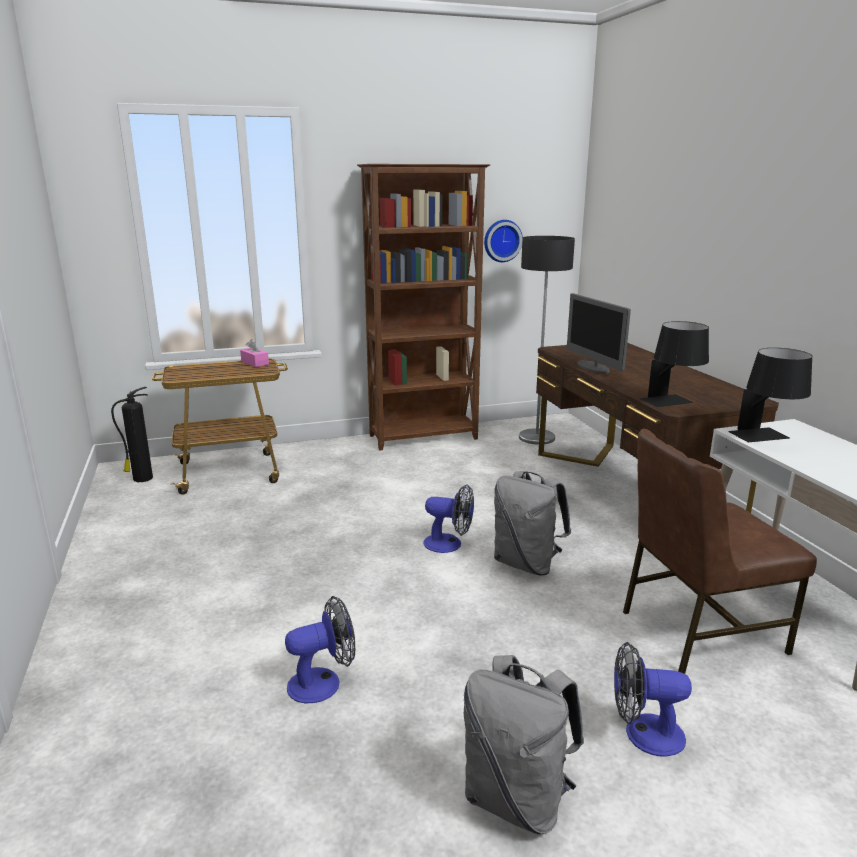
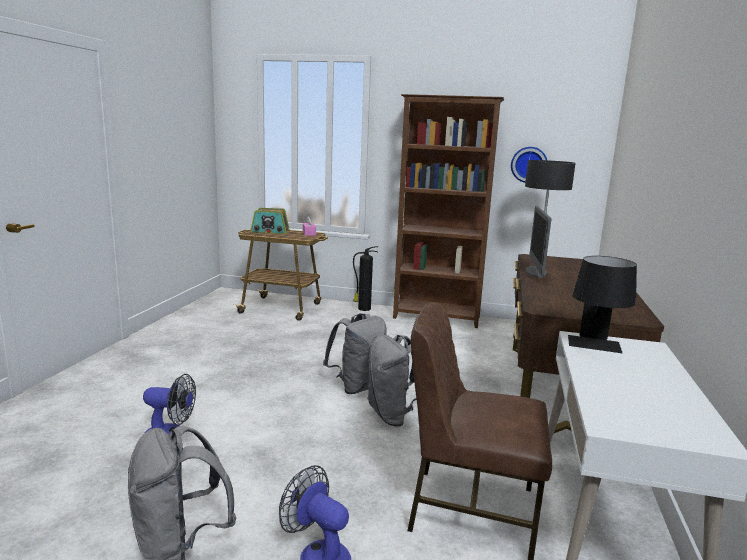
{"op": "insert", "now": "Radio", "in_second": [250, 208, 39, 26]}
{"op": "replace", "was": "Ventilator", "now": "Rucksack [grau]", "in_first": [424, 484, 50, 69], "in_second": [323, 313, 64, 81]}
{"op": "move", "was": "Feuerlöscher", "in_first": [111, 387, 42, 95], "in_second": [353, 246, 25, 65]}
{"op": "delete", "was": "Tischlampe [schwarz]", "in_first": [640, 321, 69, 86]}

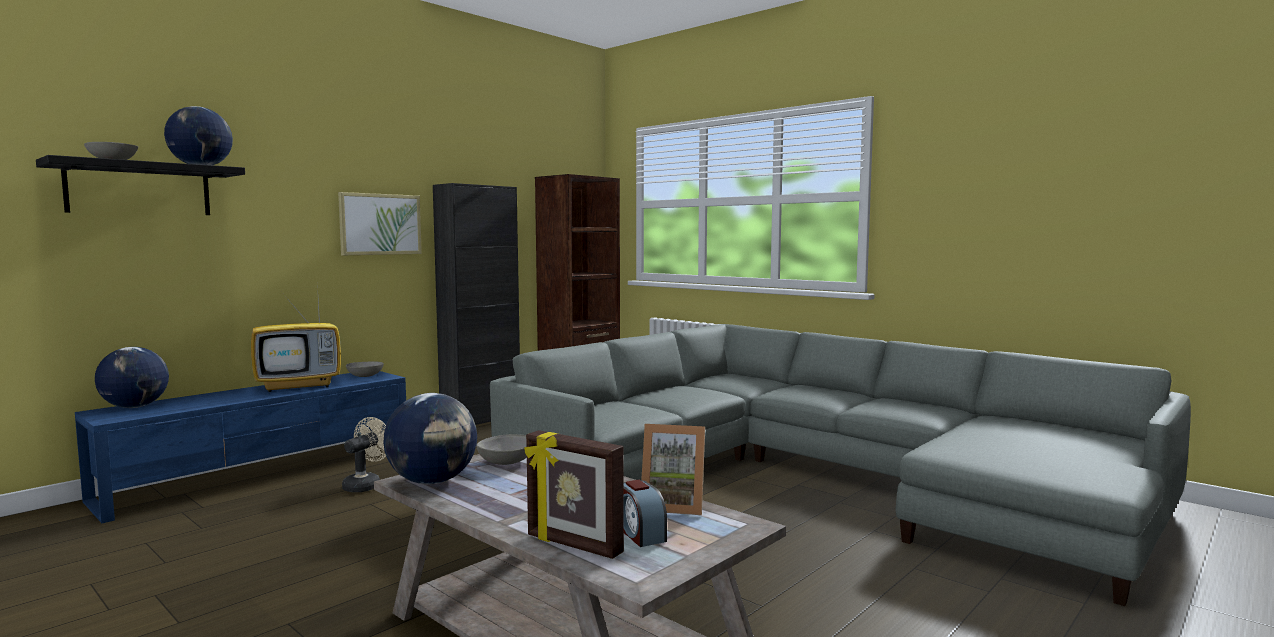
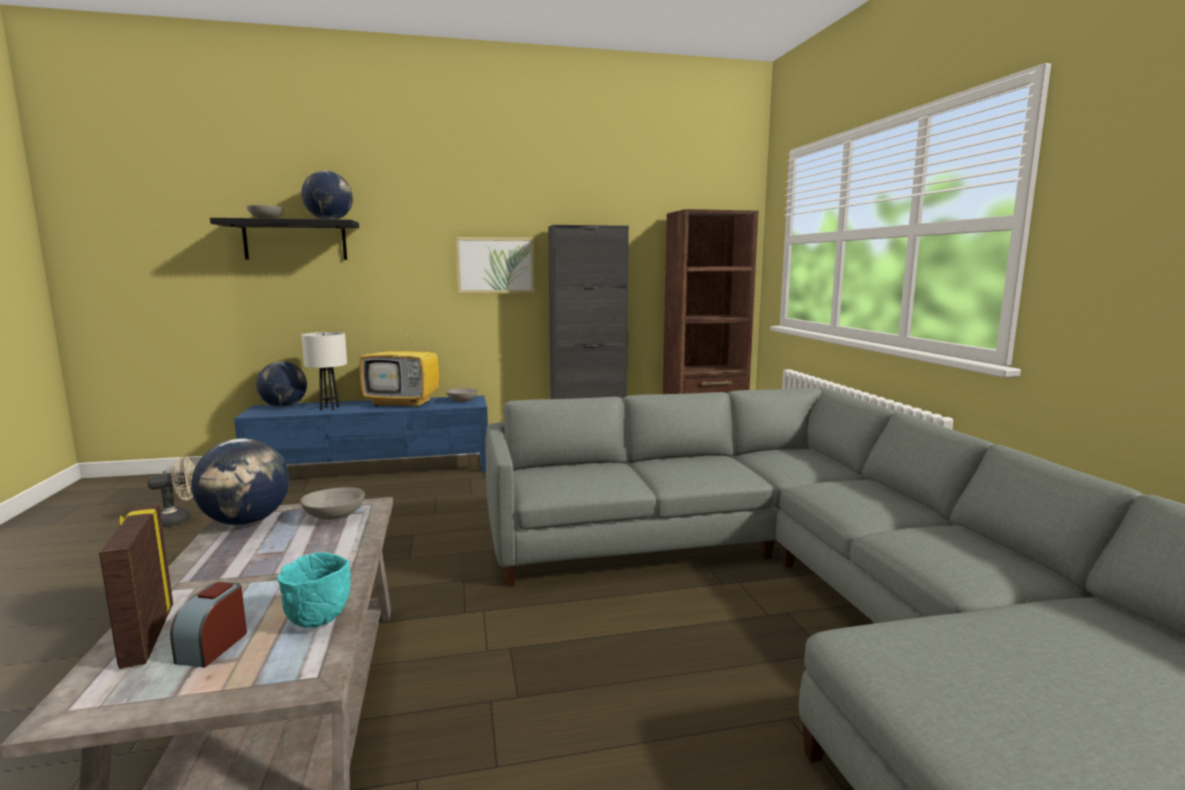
{"op": "move", "was": "Ventilator [beige]", "in_first": [342, 417, 44, 75], "in_second": [148, 457, 47, 71]}
{"op": "replace", "was": "Bilderrahmen", "now": "Schüssel [türkis]", "in_first": [641, 424, 64, 91], "in_second": [277, 552, 74, 75]}
{"op": "insert", "now": "Tischlampe [weiß]", "in_second": [301, 332, 46, 78]}

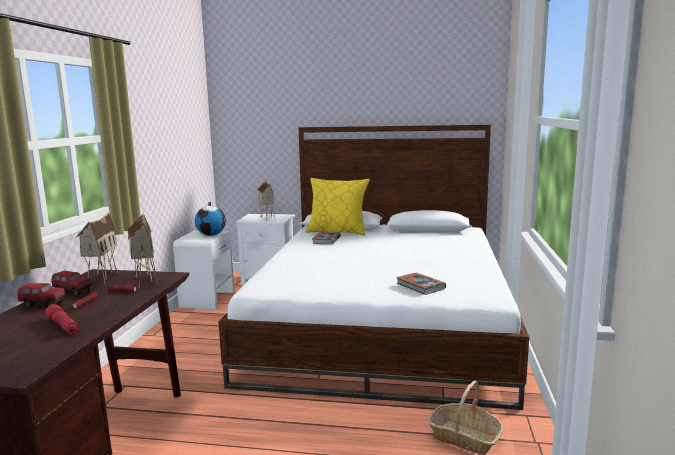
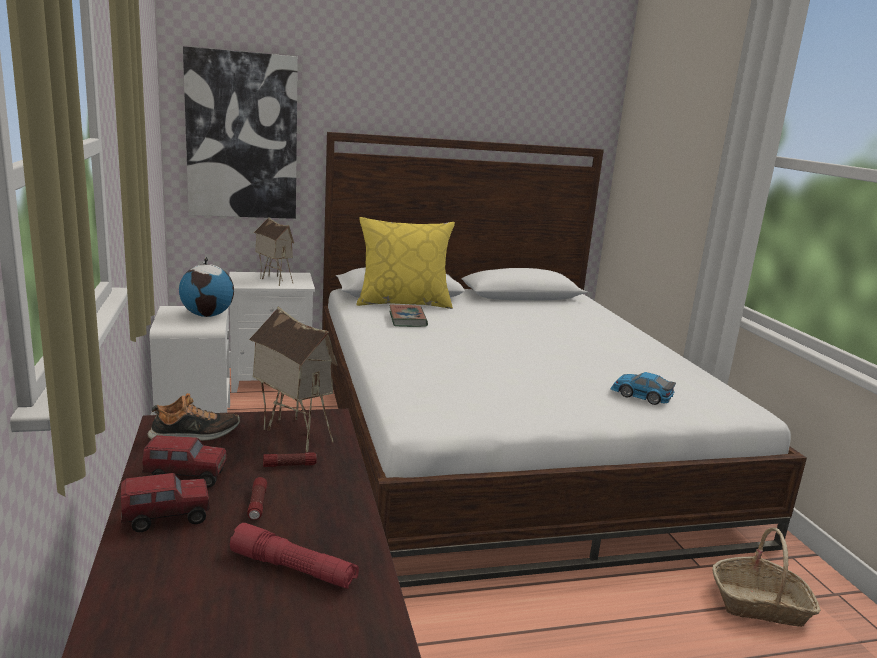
{"op": "replace", "was": "Spielzeughaus", "now": "Schuh", "in_first": [76, 212, 42, 72], "in_second": [148, 393, 92, 48]}
{"op": "insert", "now": "Bild", "in_second": [183, 46, 115, 173]}
{"op": "replace", "was": "Buch", "now": "Spielzeugauto", "in_first": [396, 273, 50, 22], "in_second": [611, 372, 65, 33]}

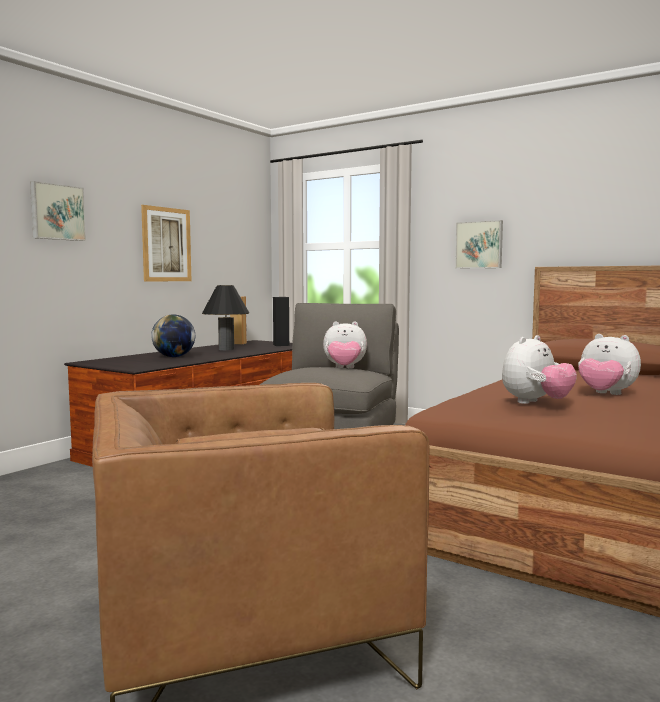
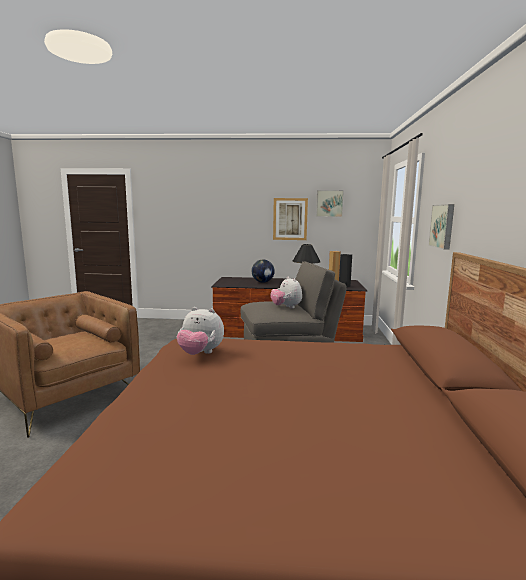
{"op": "move", "was": "Bild", "in_first": [30, 181, 56, 60], "in_second": [316, 190, 28, 27]}
{"op": "delete", "was": "Plüschtier", "in_first": [578, 334, 63, 61]}

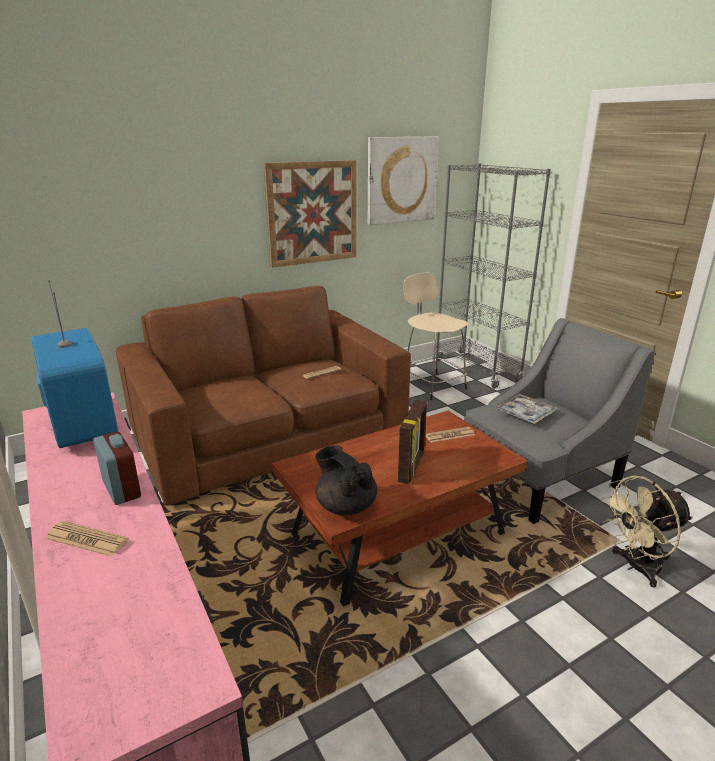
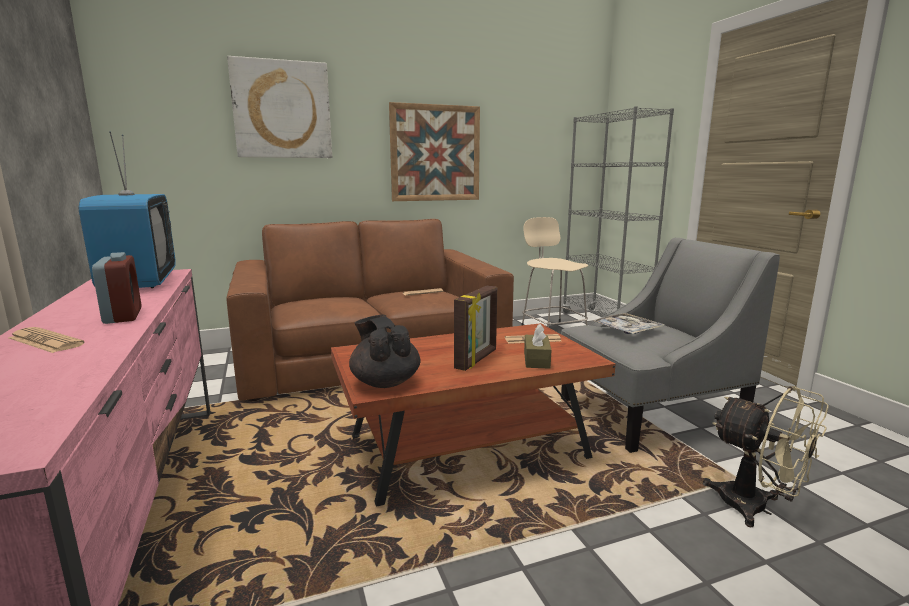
{"op": "move", "was": "Bild", "in_first": [368, 137, 71, 88], "in_second": [227, 56, 105, 102]}
{"op": "insert", "now": "Taschentuchbox [braun]", "in_second": [524, 324, 27, 45]}
{"op": "rotate", "was": "Ventilator [beige]", "in_first": [600, 475, 93, 113], "in_second": [703, 386, 126, 141], "clockwise": -120}

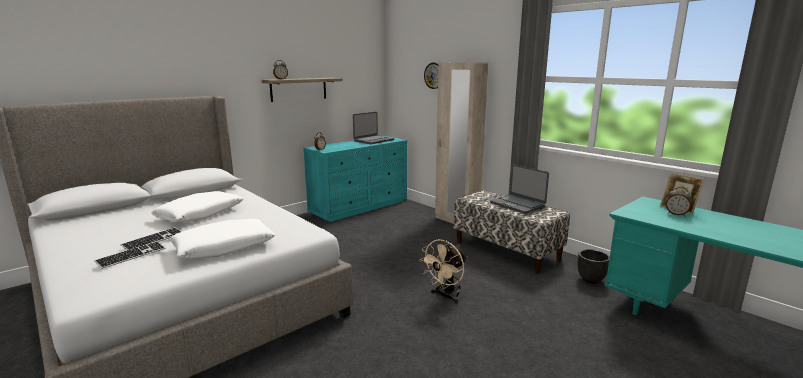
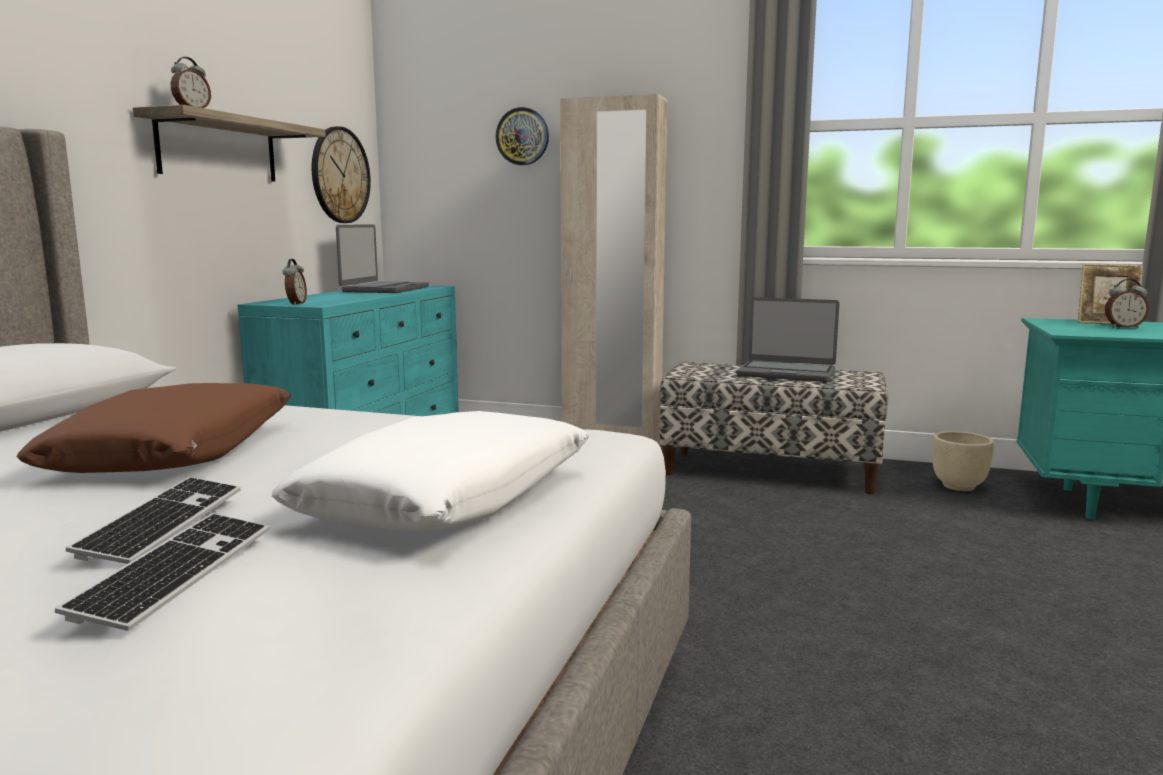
{"op": "recolor", "was": "Kissen [weiß]", "now": "Kissen [braun]", "in_first": [151, 191, 92, 31], "in_second": [16, 383, 275, 90]}
{"op": "insert", "now": "Wanduhr", "in_second": [312, 126, 59, 97]}
{"op": "recolor", "was": "Pflanzkübel [schwarz]", "now": "Pflanzkübel [beige]", "in_first": [577, 249, 33, 35], "in_second": [933, 431, 61, 60]}
{"op": "delete", "was": "Ventilator [beige]", "in_first": [419, 239, 48, 65]}

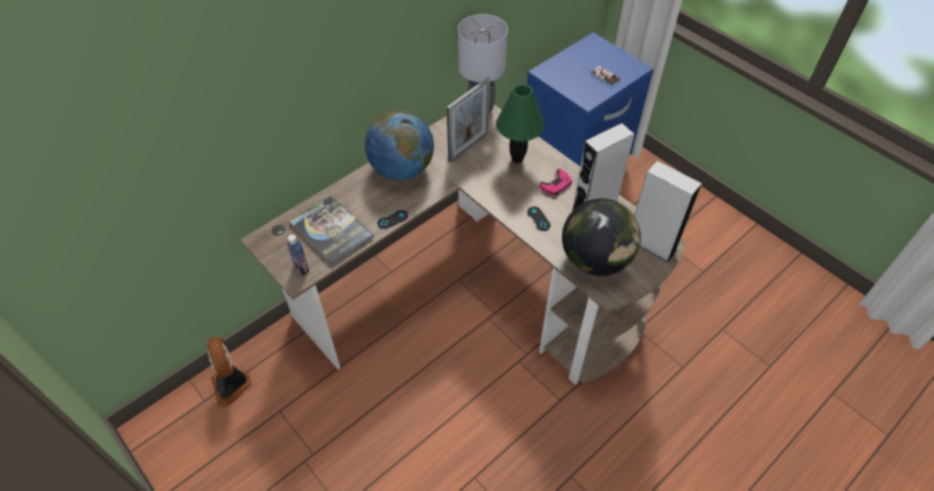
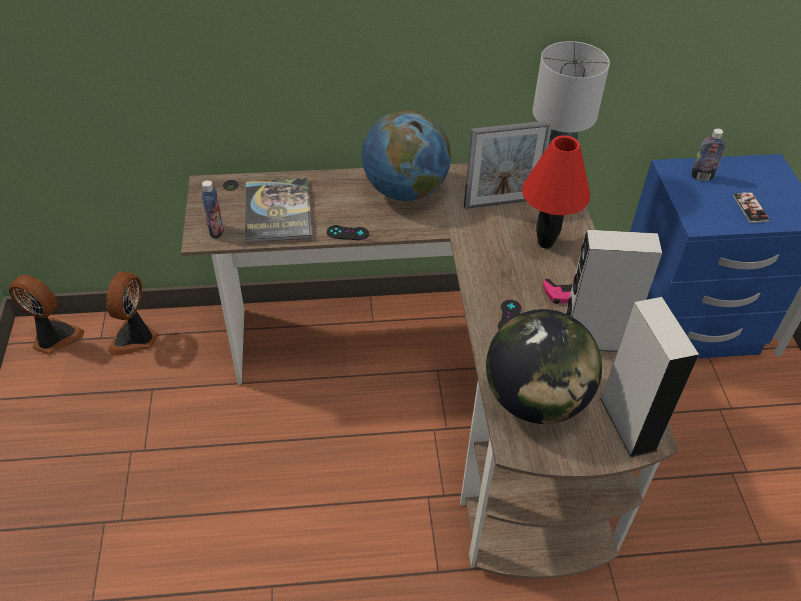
{"op": "insert", "now": "Ventilator", "in_second": [9, 275, 75, 80]}
{"op": "recolor", "was": "Tischlampe [grün]", "now": "Tischlampe [rot]", "in_first": [496, 84, 49, 79], "in_second": [522, 135, 68, 114]}
{"op": "insert", "now": "Flasche", "in_second": [691, 128, 34, 53]}

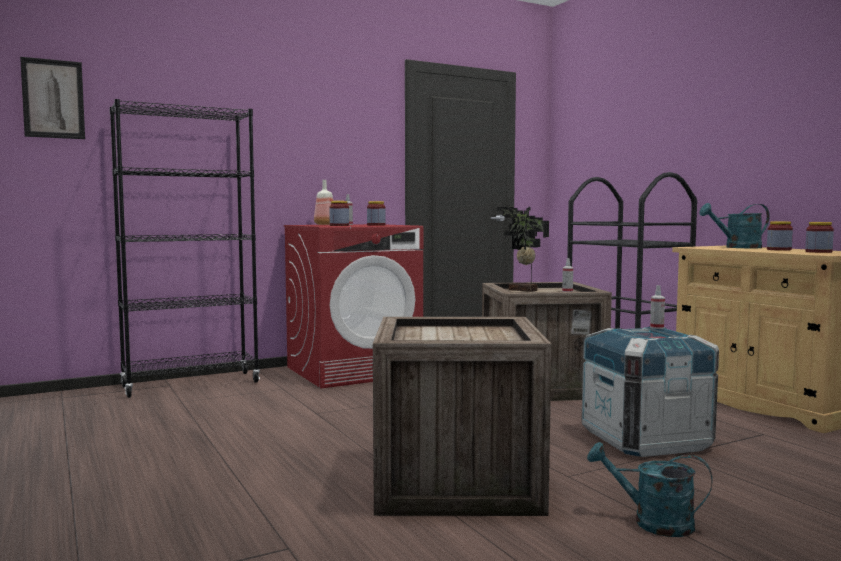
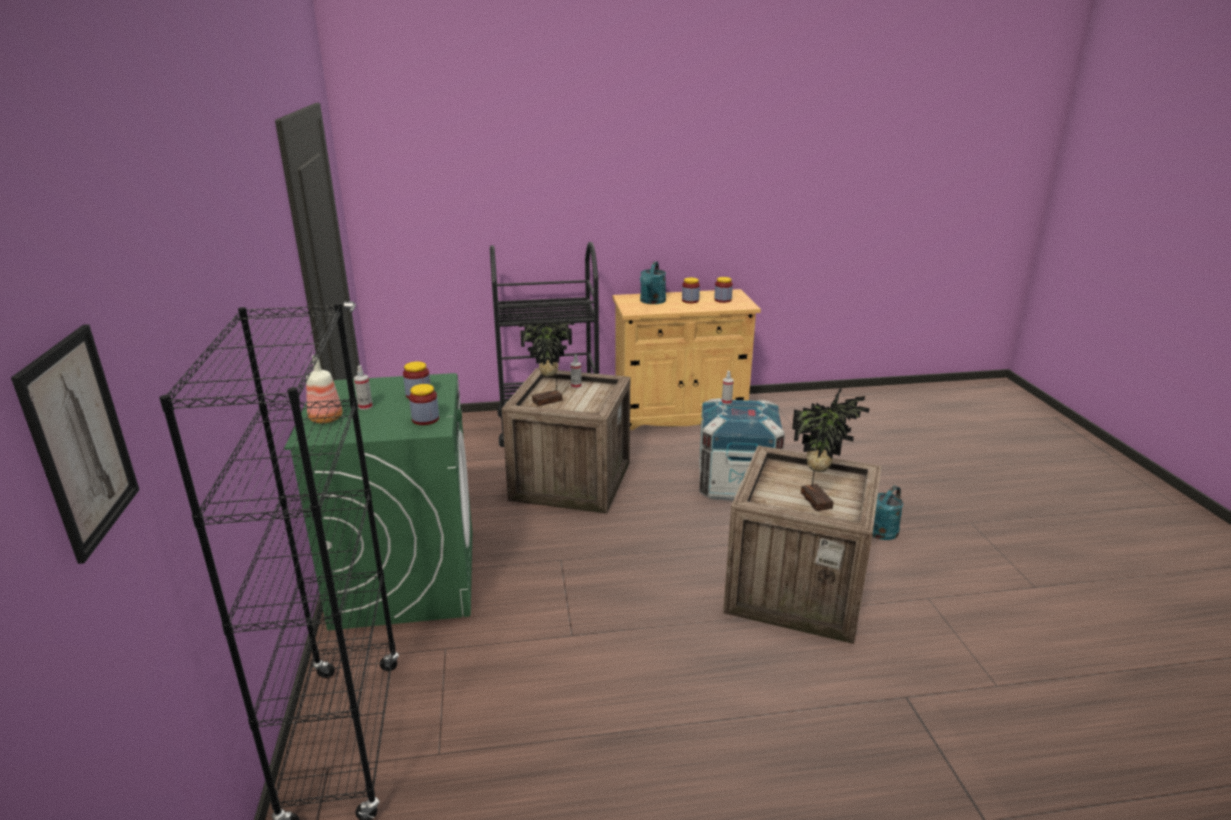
{"op": "recolor", "was": "Waschmaschine [rot]", "now": "Waschmaschine [grün]", "in_first": [284, 224, 139, 164], "in_second": [284, 373, 188, 258]}
{"op": "insert", "now": "Topfpflanze", "in_second": [792, 387, 78, 124]}

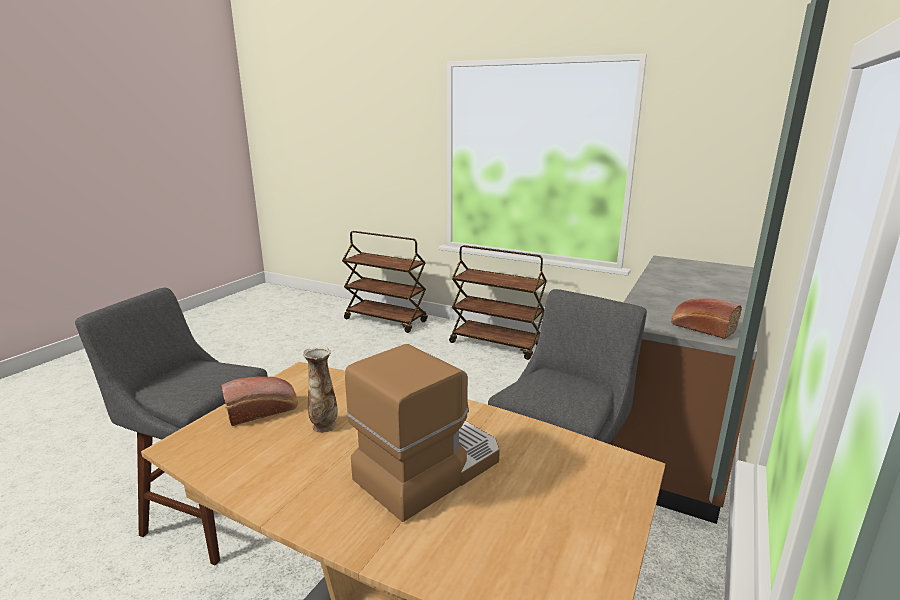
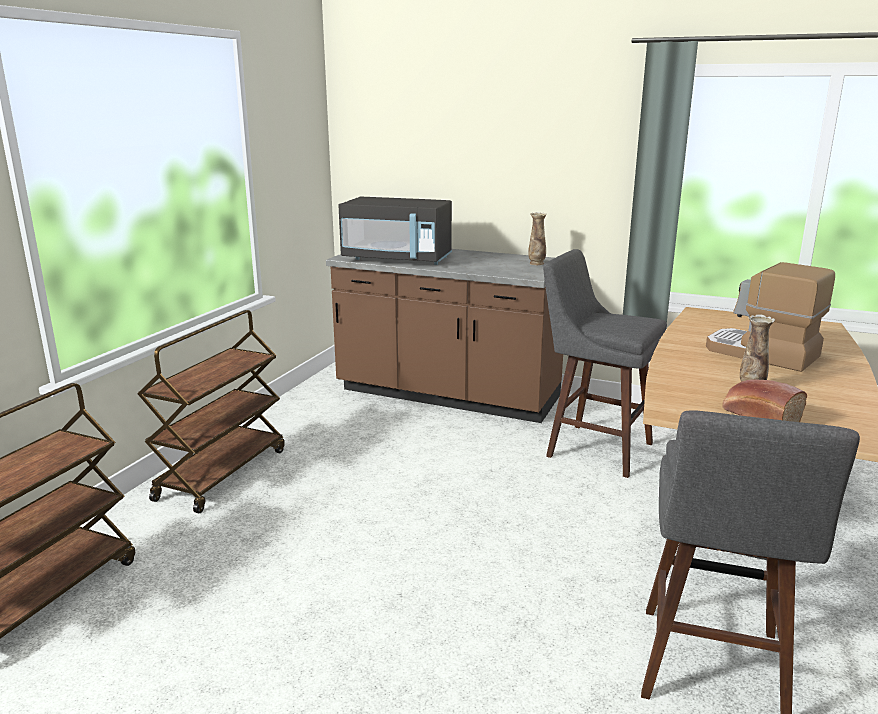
{"op": "insert", "now": "Mikrowelle [schwarz]", "in_second": [338, 196, 114, 69]}
{"op": "replace", "was": "Brot", "now": "Vase", "in_first": [671, 298, 71, 41], "in_second": [528, 212, 19, 53]}

